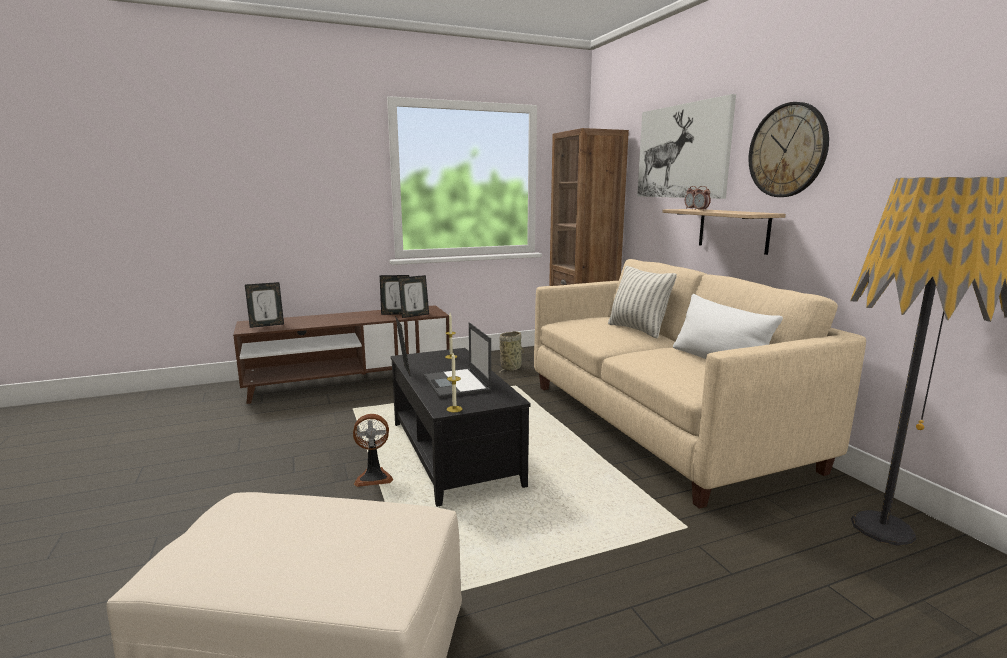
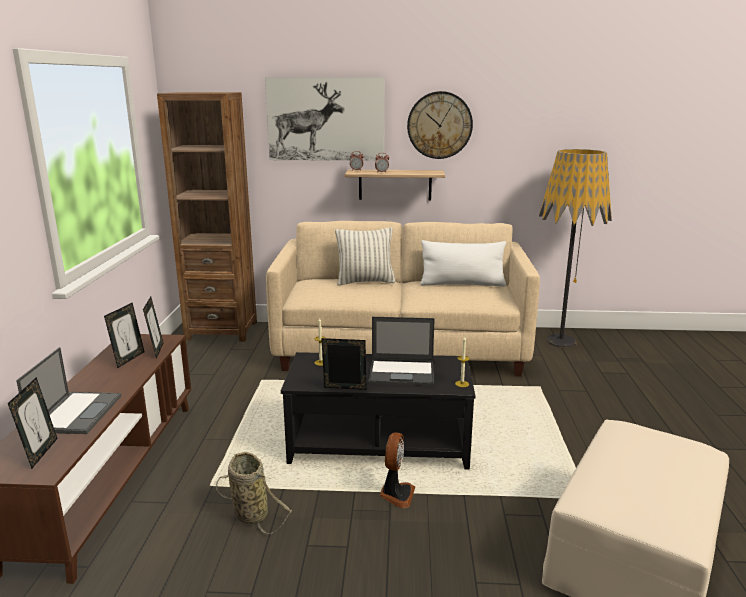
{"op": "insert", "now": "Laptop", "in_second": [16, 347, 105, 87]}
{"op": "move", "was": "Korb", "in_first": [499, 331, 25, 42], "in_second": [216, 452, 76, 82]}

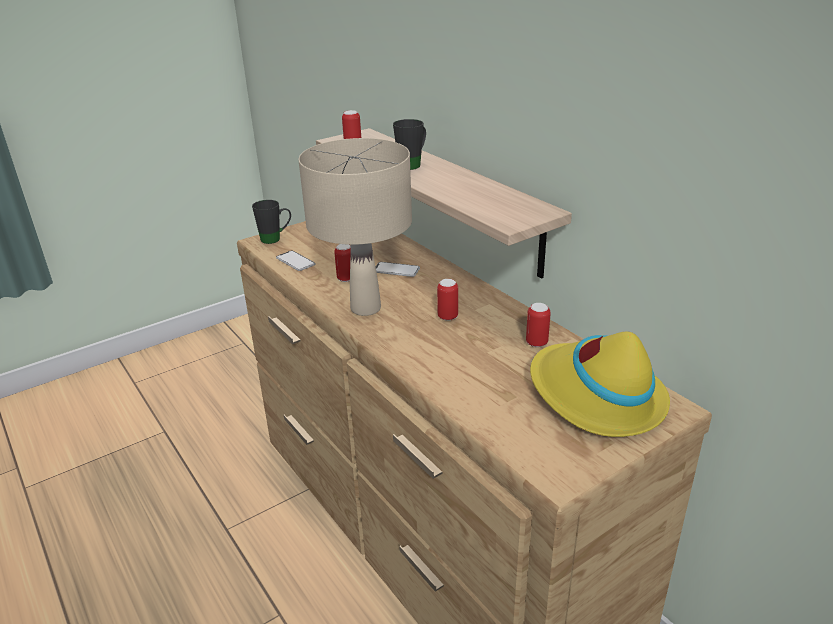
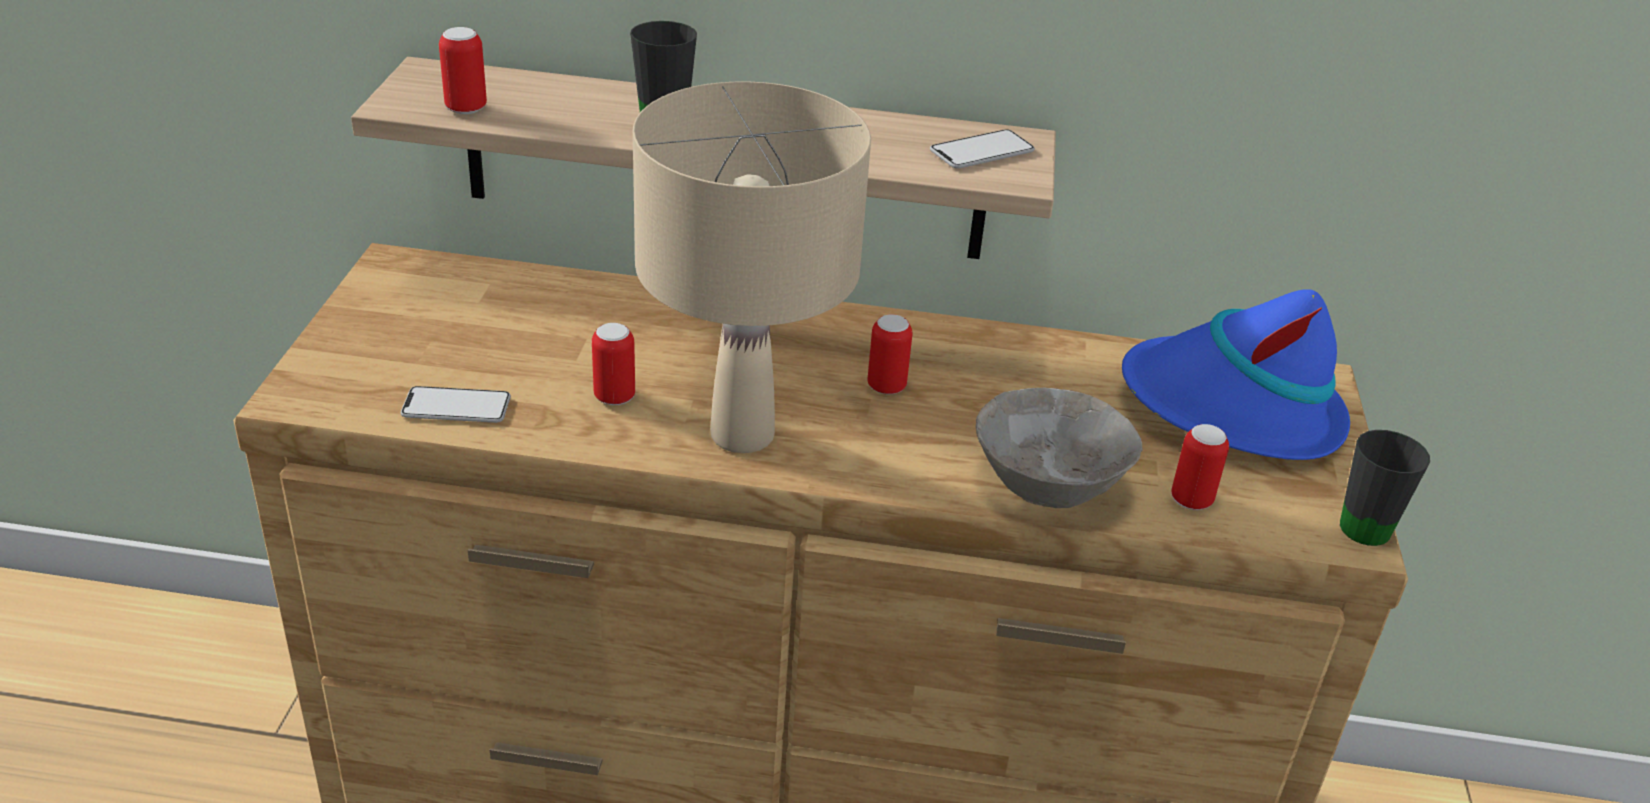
{"op": "move", "was": "Handy", "in_first": [375, 262, 45, 15], "in_second": [930, 129, 105, 40]}
{"op": "insert", "now": "Schüssel [grau]", "in_second": [976, 388, 166, 120]}
{"op": "recolor", "was": "Hut [gelb]", "now": "Hut [blau]", "in_first": [530, 331, 140, 106], "in_second": [1122, 289, 228, 171]}
{"op": "move", "was": "Dose", "in_first": [526, 303, 25, 44], "in_second": [1171, 424, 58, 86]}
{"op": "move", "was": "Henkelbecher [schwarz]", "in_first": [252, 200, 39, 44], "in_second": [1340, 430, 90, 116]}

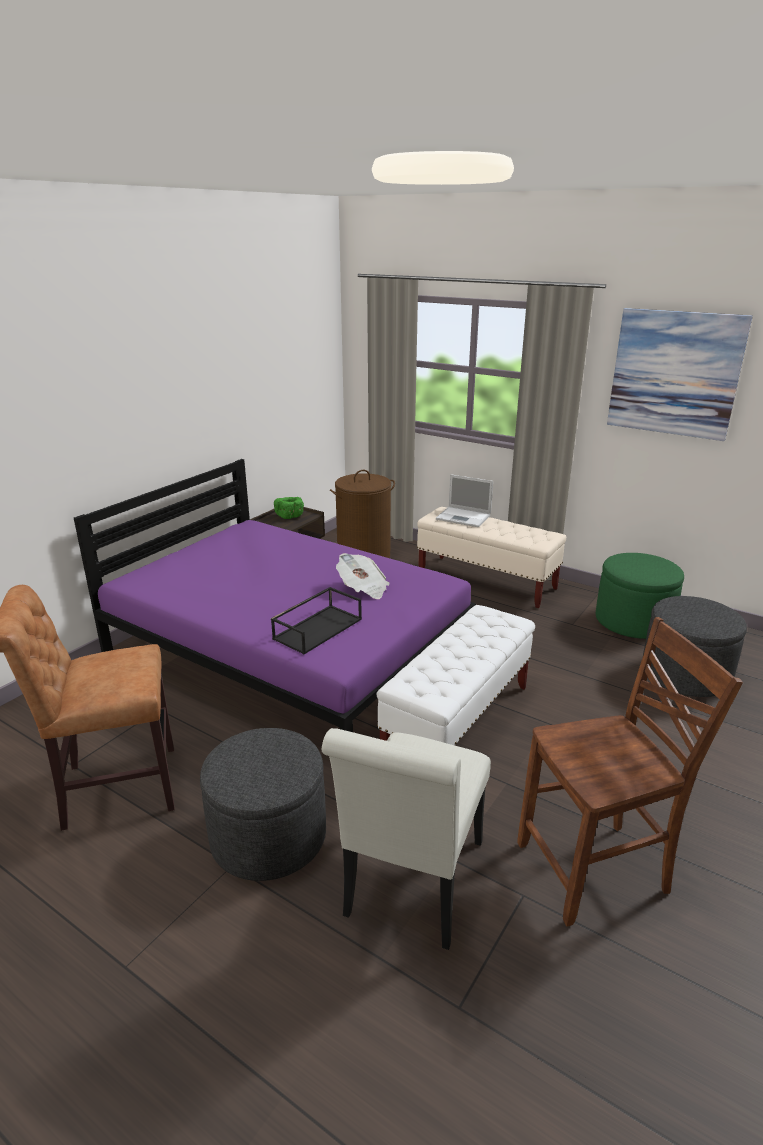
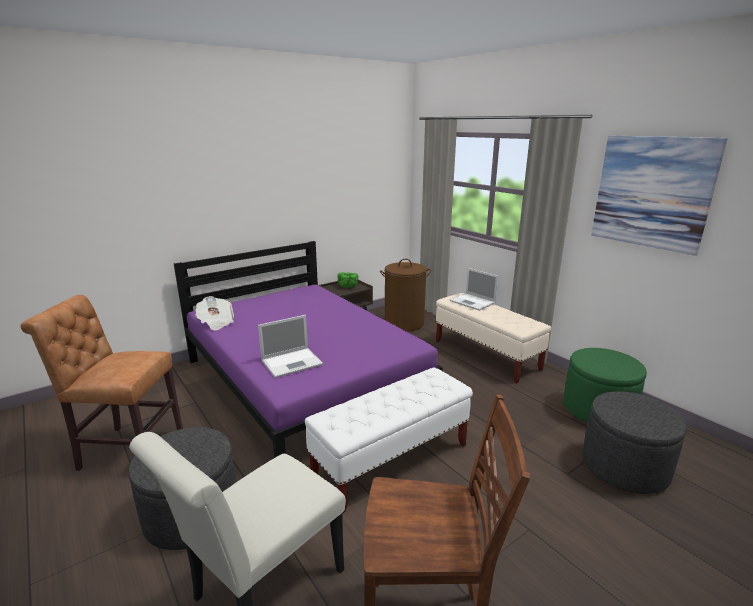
{"op": "move", "was": "Zeitung", "in_first": [336, 553, 54, 46], "in_second": [195, 296, 39, 35]}
{"op": "replace", "was": "Tablett [schwarz]", "now": "Laptop", "in_first": [271, 587, 91, 67], "in_second": [258, 315, 65, 63]}

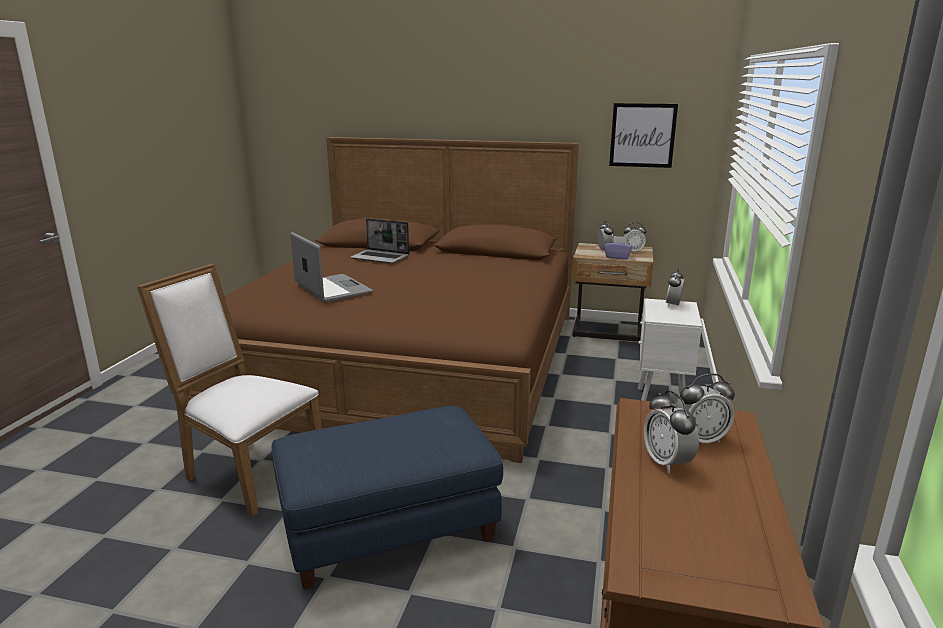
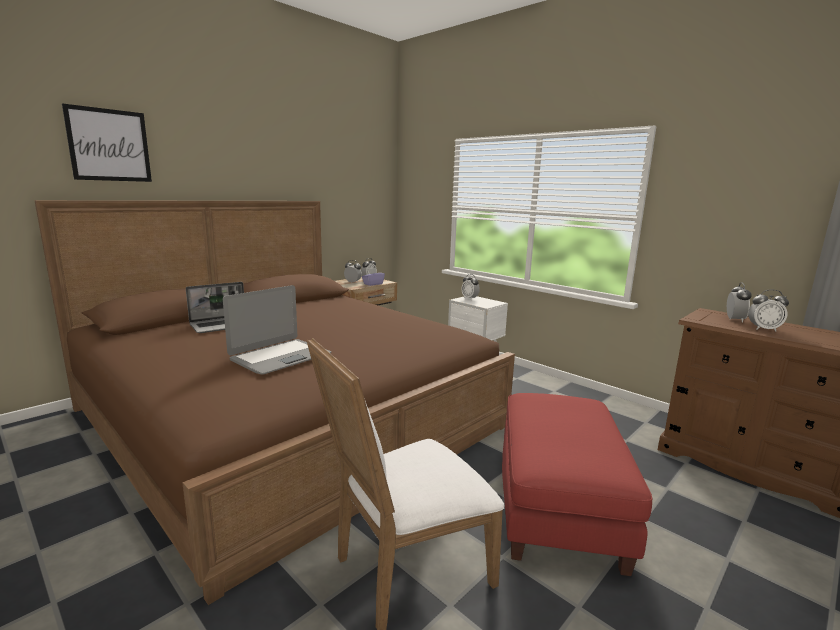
{"op": "move", "was": "Bild", "in_first": [609, 103, 69, 65], "in_second": [62, 103, 90, 79]}
{"op": "rotate", "was": "Laptop", "in_first": [290, 232, 83, 70], "in_second": [223, 285, 108, 89], "clockwise": 135}
{"op": "recolor", "was": "Polsterhocker [blau]", "now": "Polsterhocker [rot]", "in_first": [272, 406, 231, 184], "in_second": [502, 393, 150, 183]}

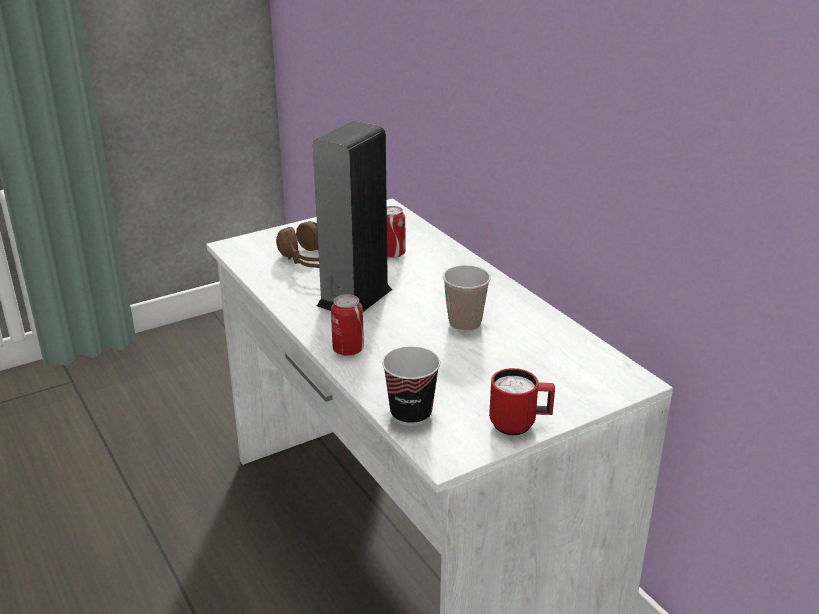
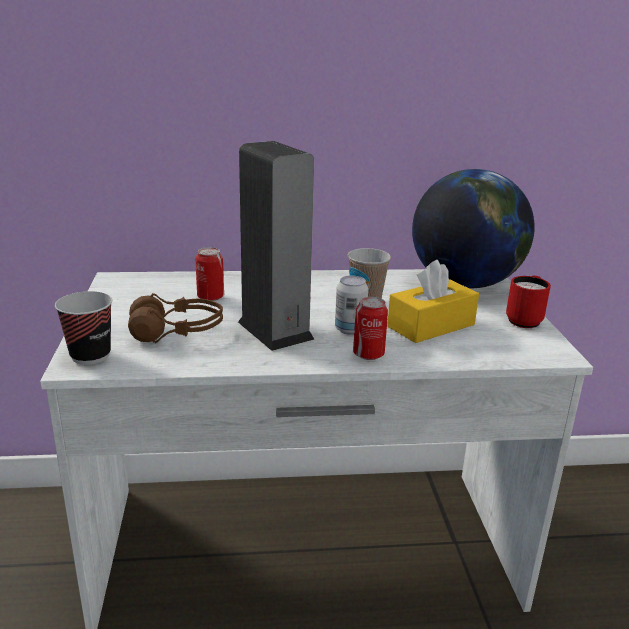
{"op": "move", "was": "Tasse", "in_first": [382, 346, 58, 80], "in_second": [55, 291, 57, 74]}
{"op": "insert", "now": "Dose", "in_second": [335, 275, 33, 60]}
{"op": "insert", "now": "Taschentuchbox [gelb]", "in_second": [387, 260, 92, 83]}
{"op": "insert", "now": "Globus", "in_second": [412, 169, 123, 119]}

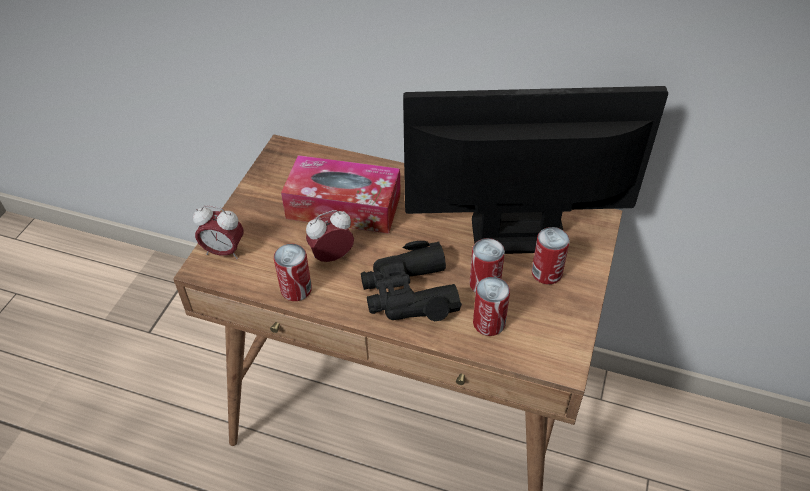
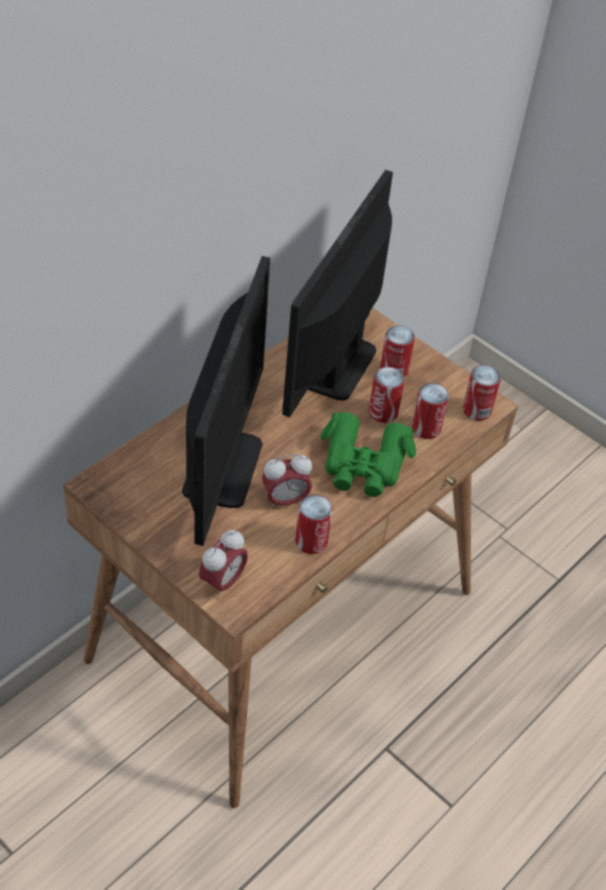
{"op": "replace", "was": "Taschentuchbox", "now": "Monitor", "in_first": [281, 155, 120, 79], "in_second": [182, 256, 88, 290]}
{"op": "rotate", "was": "Wecker", "in_first": [306, 210, 48, 52], "in_second": [262, 454, 50, 55], "clockwise": -105}
{"op": "recolor", "was": "Fernglas [schwarz]", "now": "Fernglas [grün]", "in_first": [361, 241, 101, 80], "in_second": [321, 412, 95, 85]}
{"op": "insert", "now": "Dose", "in_second": [463, 365, 38, 56]}

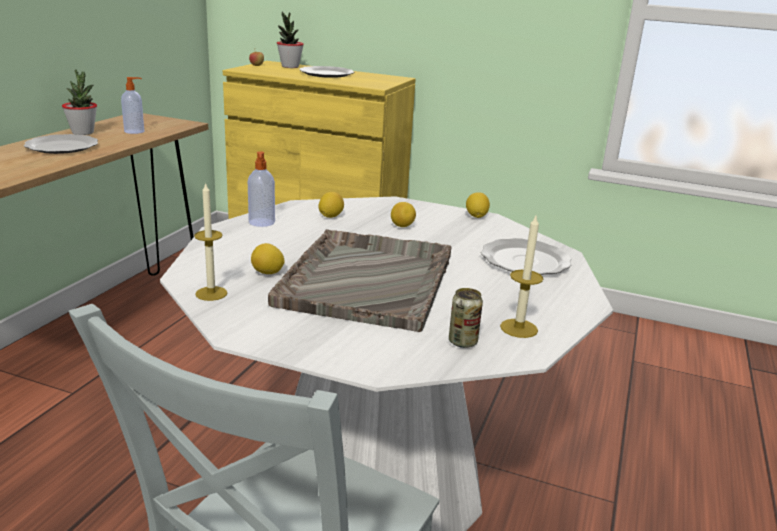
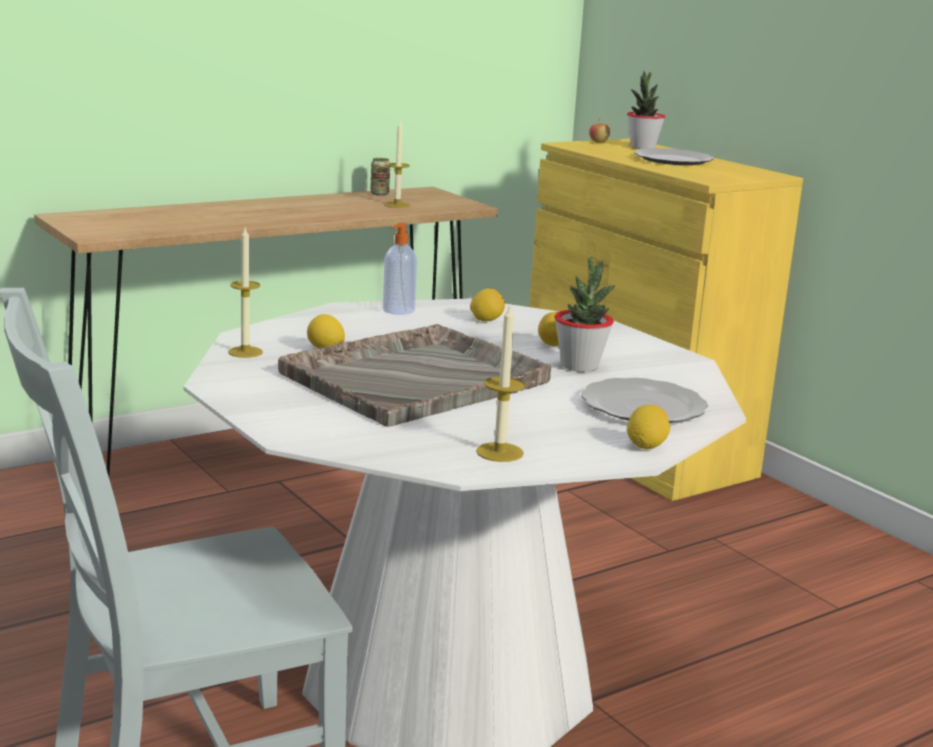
{"op": "move", "was": "Dose", "in_first": [449, 288, 34, 60], "in_second": [370, 158, 20, 38]}
{"op": "replace", "was": "Seifenspender", "now": "Kerze", "in_first": [121, 77, 23, 57], "in_second": [384, 120, 26, 88]}
{"op": "move", "was": "Topfpflanze", "in_first": [62, 70, 35, 65], "in_second": [554, 257, 61, 115]}
{"op": "move", "was": "Zitrone", "in_first": [466, 192, 24, 26], "in_second": [627, 405, 43, 44]}
{"op": "delete", "was": "Teller", "in_first": [24, 134, 74, 20]}

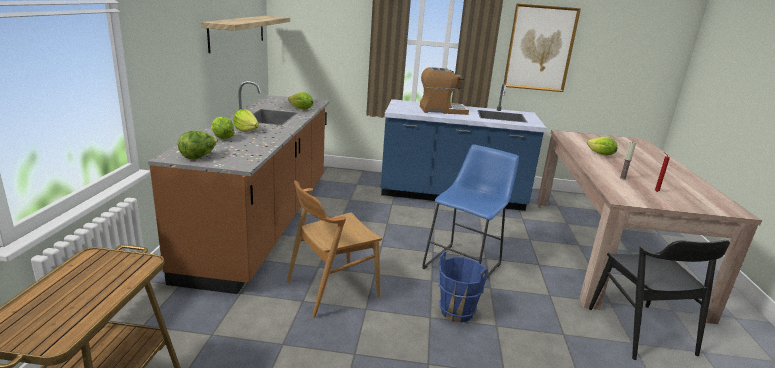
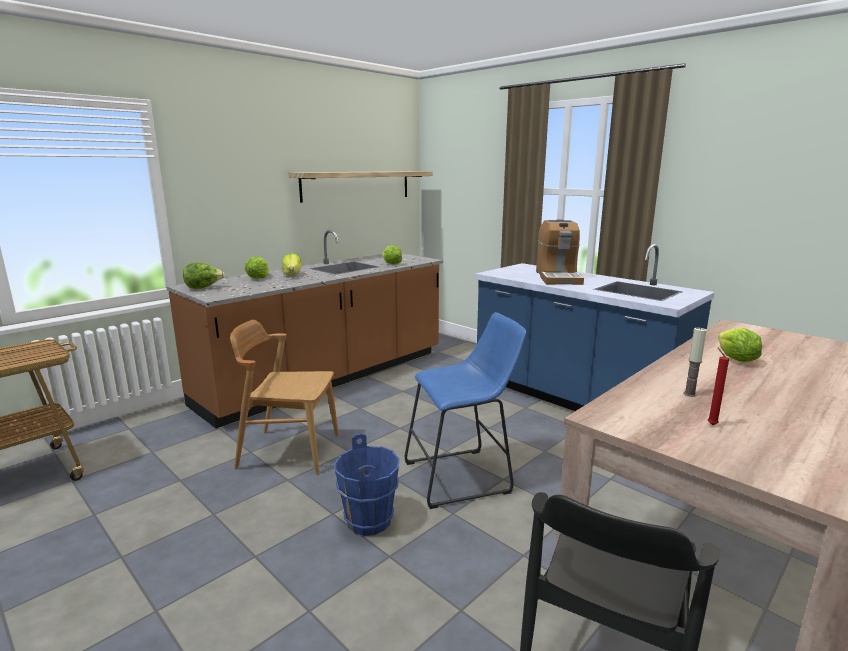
{"op": "rotate", "was": "Kaffeemaschine", "in_first": [420, 67, 49, 48], "in_second": [536, 219, 48, 66], "clockwise": 60}
{"op": "delete", "was": "Bild", "in_first": [504, 3, 77, 89]}

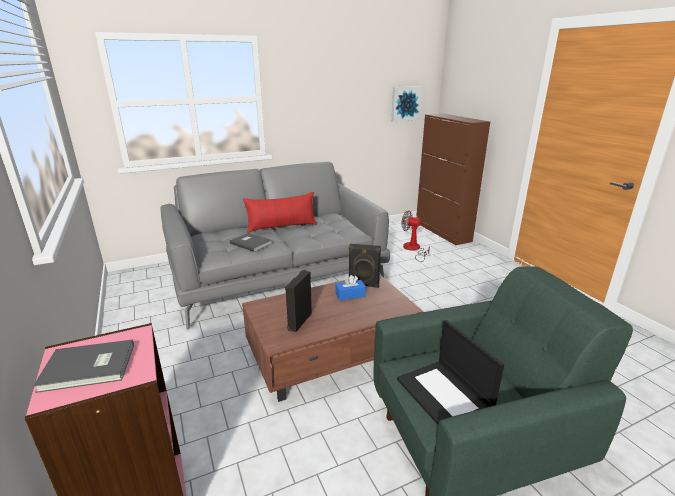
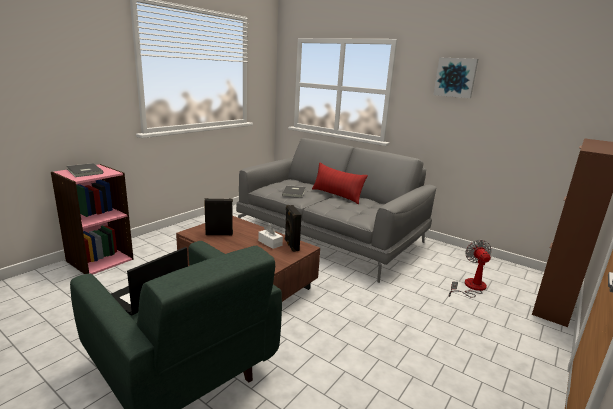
{"op": "recolor", "was": "Taschentuchbox [blau]", "now": "Taschentuchbox [weiß]", "in_first": [335, 275, 31, 26], "in_second": [258, 225, 25, 24]}
{"op": "move", "was": "Bild", "in_first": [391, 86, 31, 36], "in_second": [433, 58, 45, 40]}

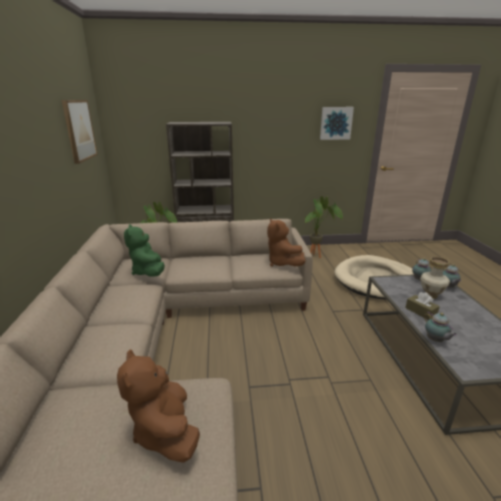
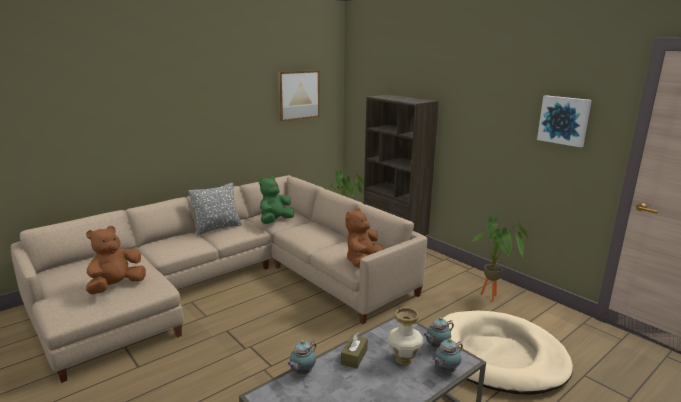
{"op": "insert", "now": "Kissen [grau]", "in_second": [188, 183, 54, 52]}

